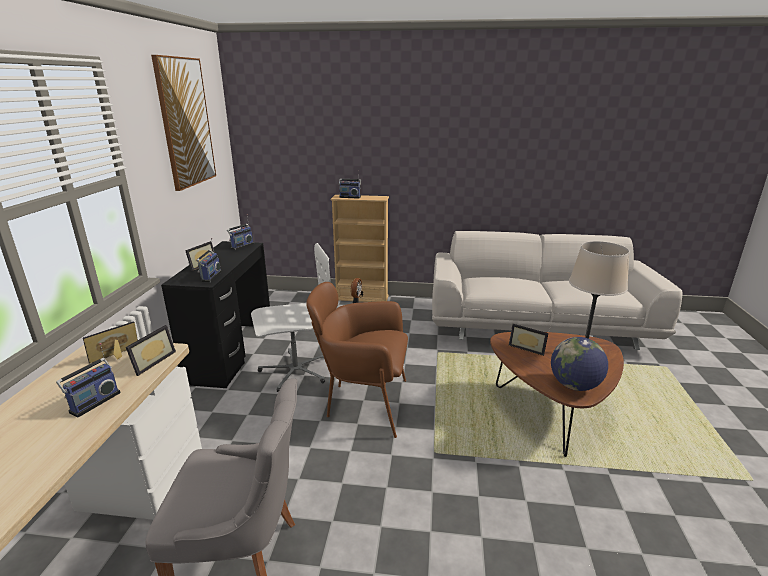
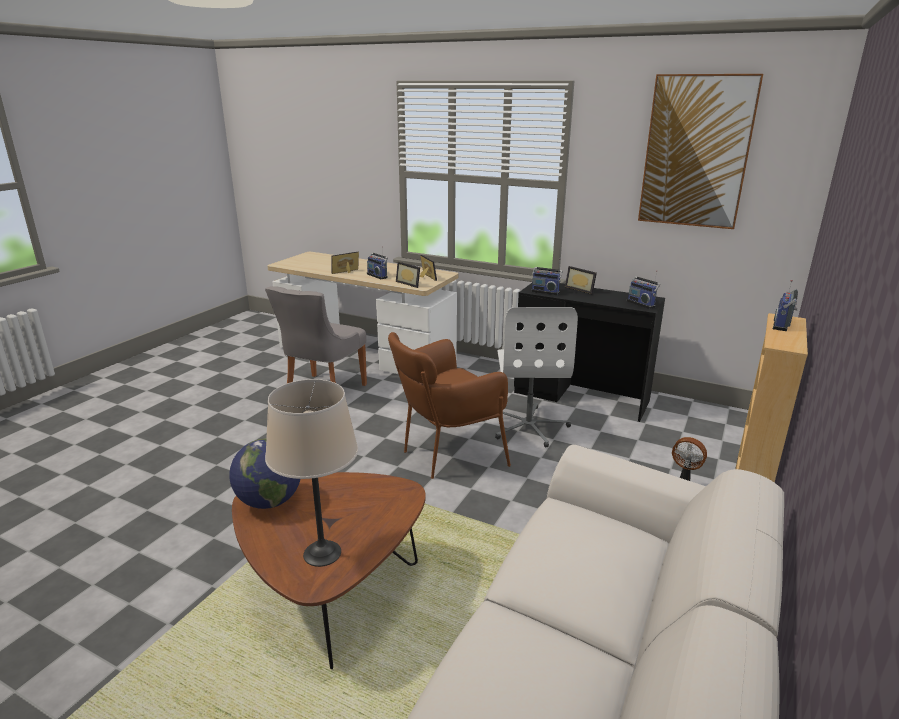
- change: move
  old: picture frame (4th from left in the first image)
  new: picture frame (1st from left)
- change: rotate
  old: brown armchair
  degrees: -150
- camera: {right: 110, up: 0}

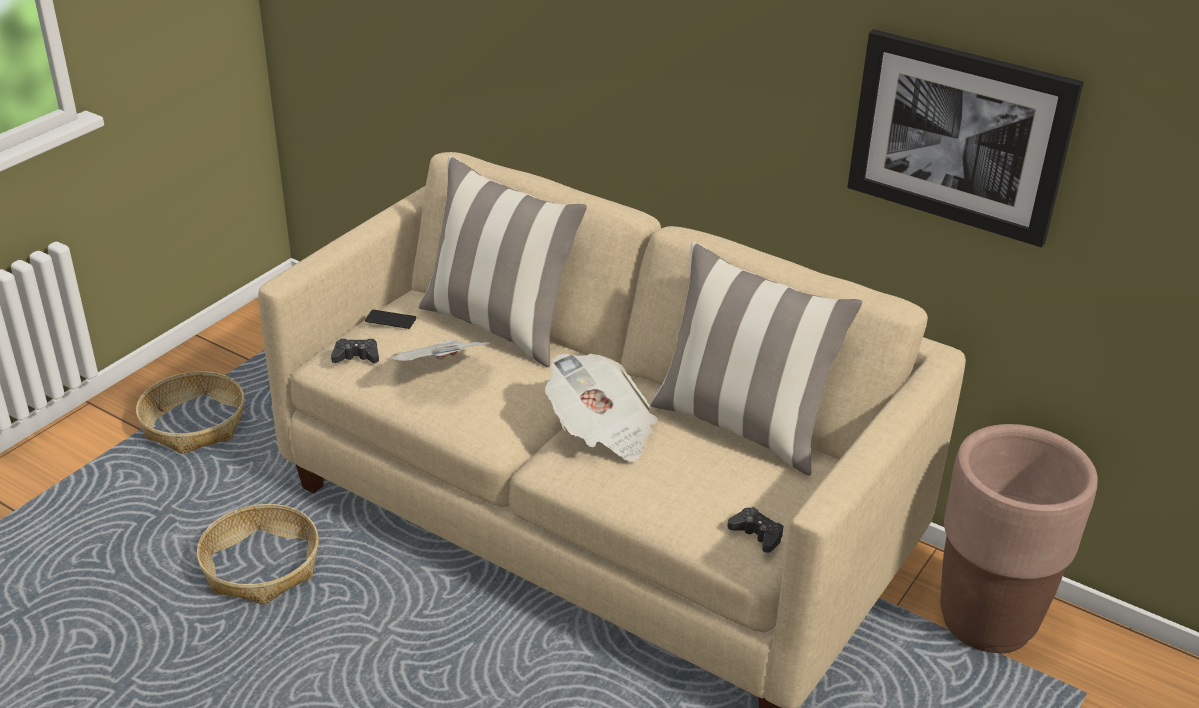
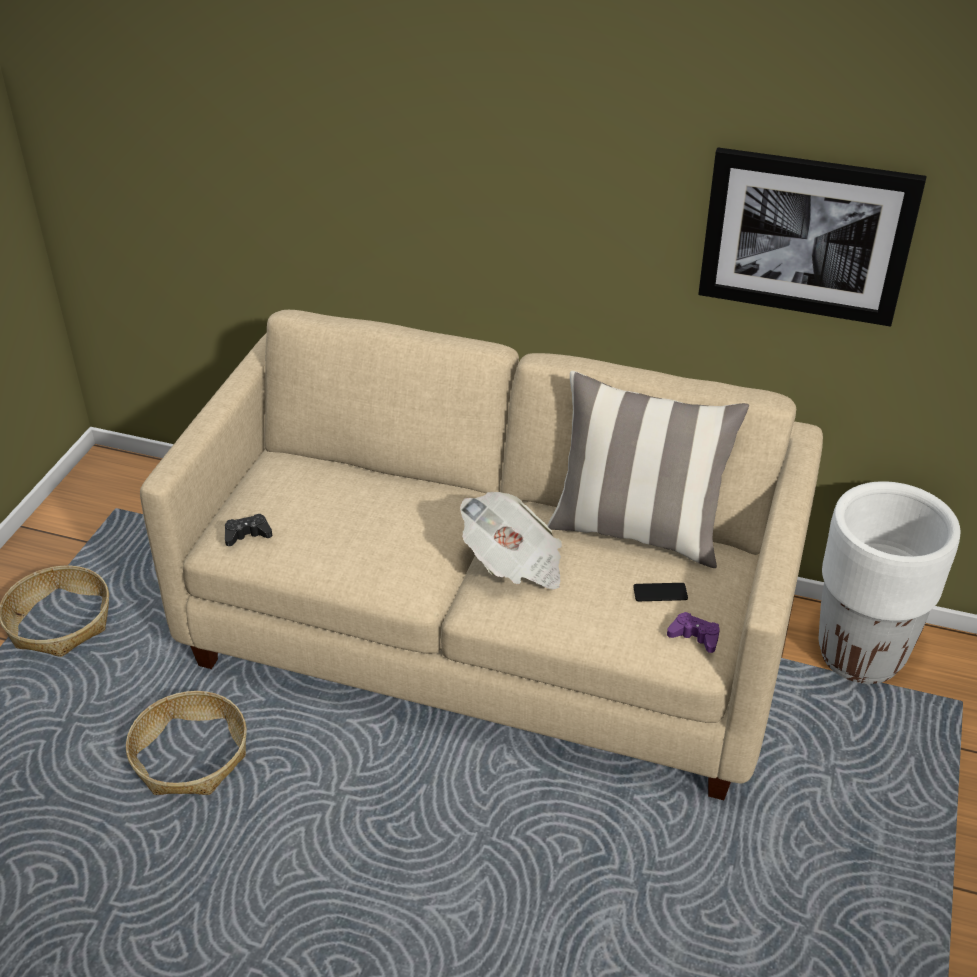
- change: move
  old: phone
- change: recolor
  old: black game controller (2nd from left)
  new: purple game controller
- change: recolor
  old: brown planter
  new: white planter
- change: delete
  old: newspaper (1st from left)
- change: delete
  old: pillow (1st from left)
- camera: {right: -15, up: 5}

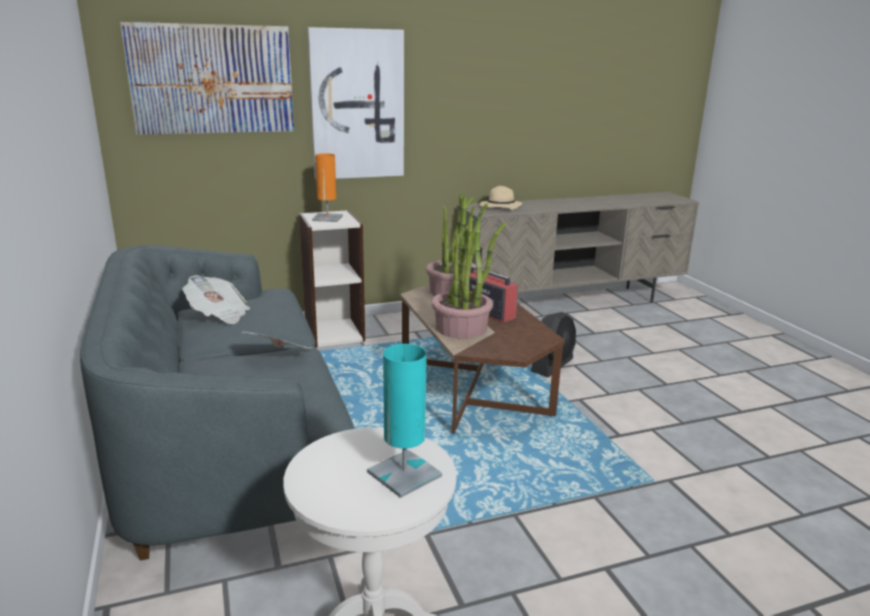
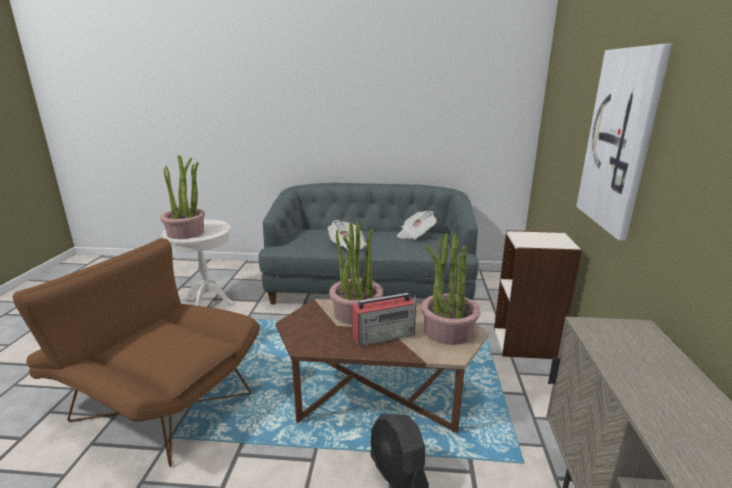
- change: insert
  new: brown armchair
- change: replace
  old: turquoise table lamp
  new: potted plant (1st from left)
- change: delete
  old: picture (1st from left)
- change: delete
  old: orange table lamp
- change: delete
  old: beige hat
- camera: {right: 115, up: 0}

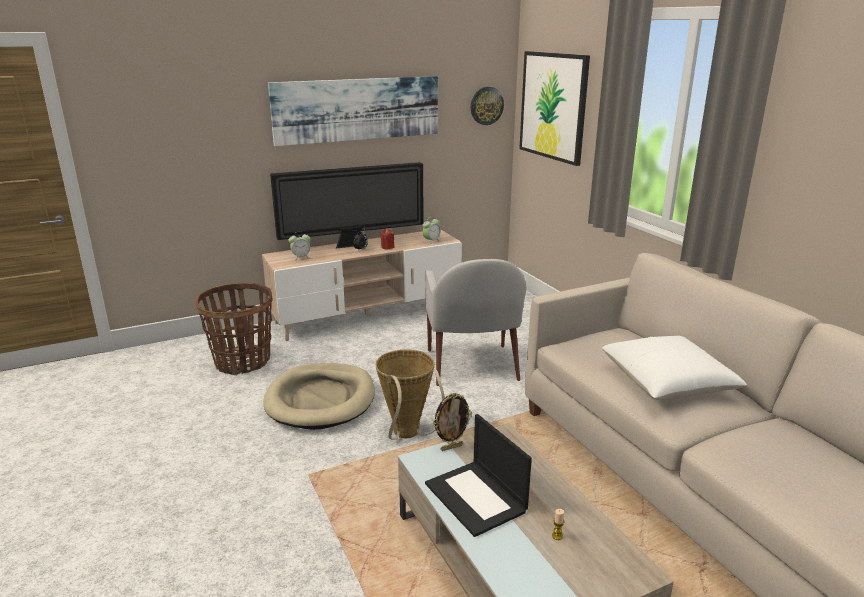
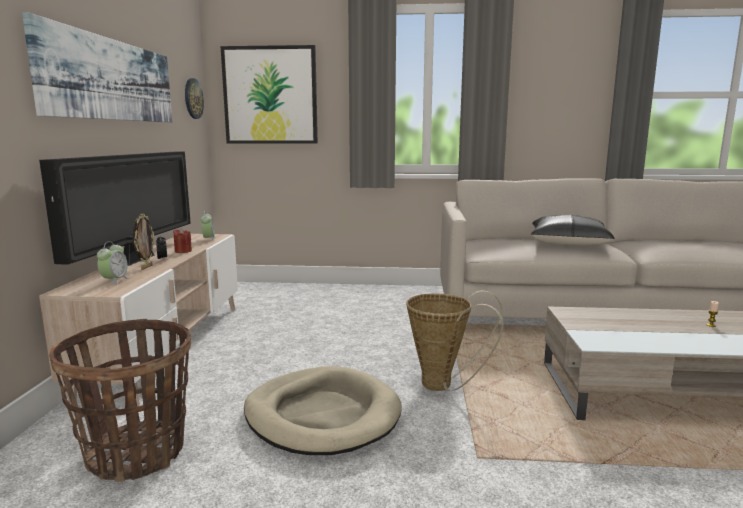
- change: move
  old: picture frame
- change: recolor
  old: white pillow
  new: black pillow
- change: delete
  old: white armchair
- change: delete
  old: laptop
- camera: {right: -60, up: -10}

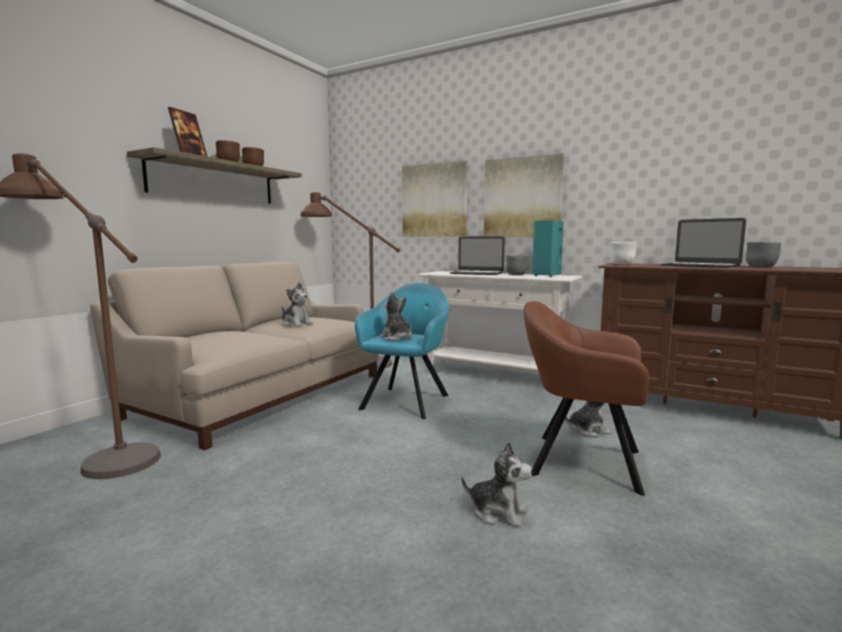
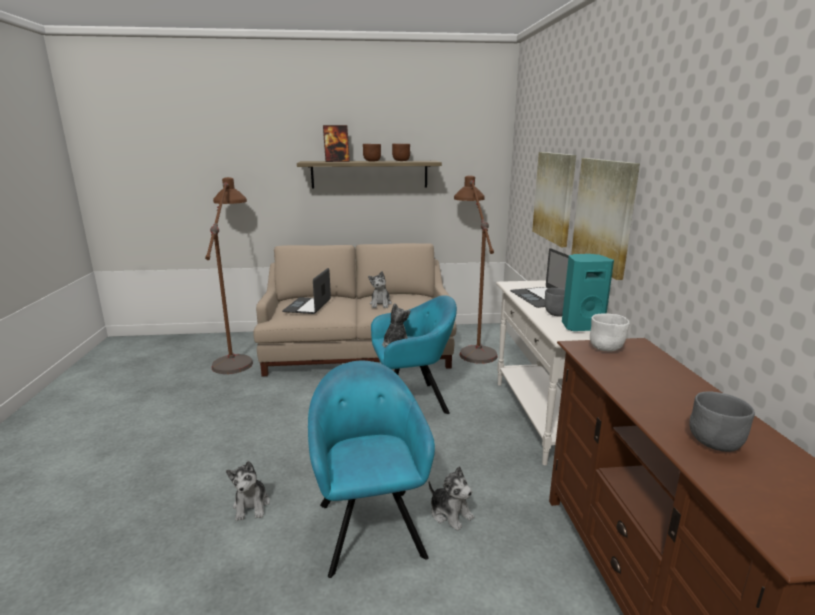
- change: move
  old: laptop (2nd from left in the first image)
  new: laptop (1st from left)
- change: recolor
  old: brown armchair
  new: turquoise armchair (1st from left)
- camera: {right: 55, up: 10}

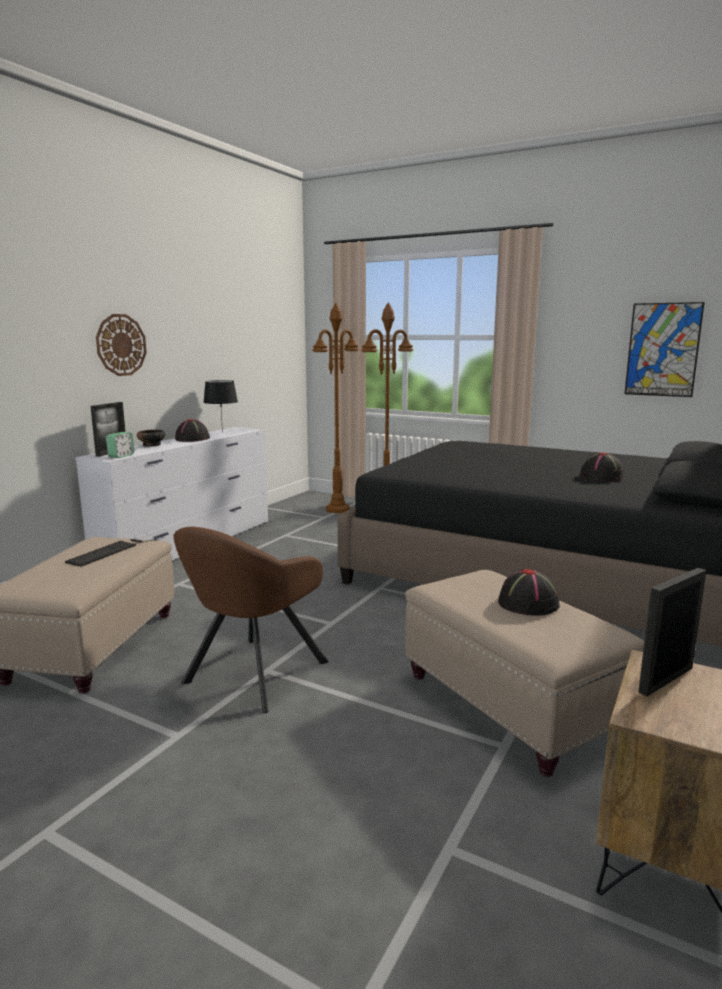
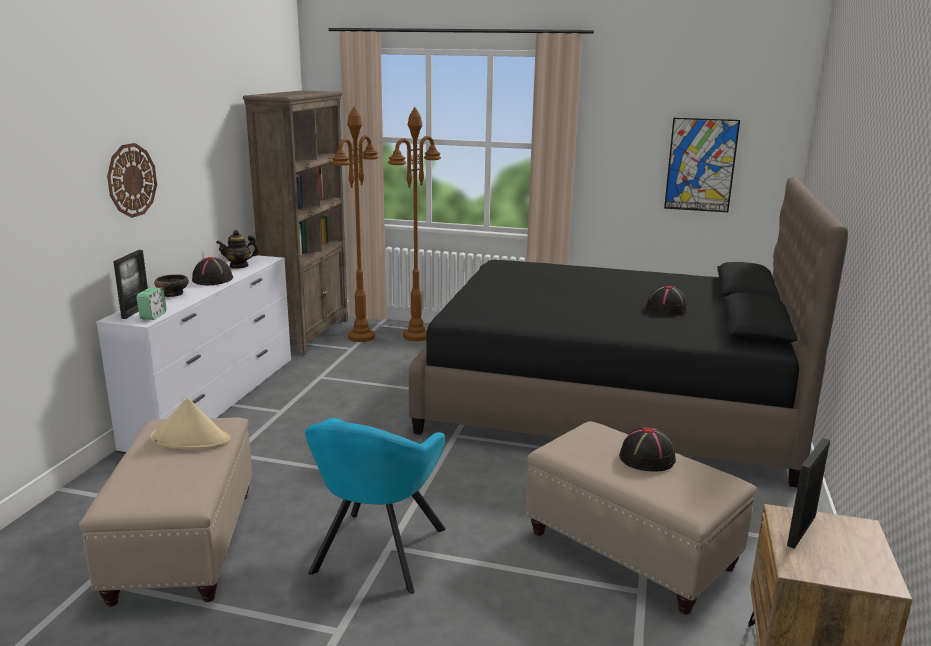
- change: replace
  old: keyboard
  new: beige hat
- change: replace
  old: black table lamp
  new: teapot
- change: insert
  new: brown bookcase
- change: recolor
  old: brown armchair
  new: turquoise armchair
- camera: {right: -15, up: 5}

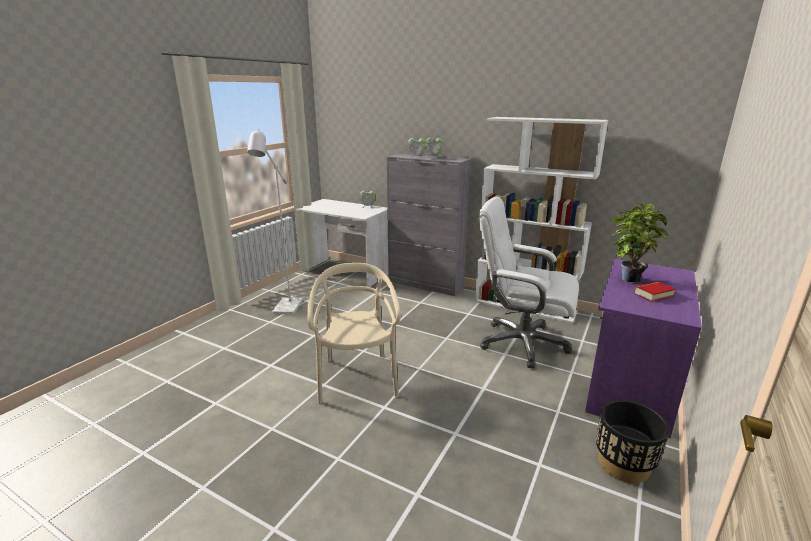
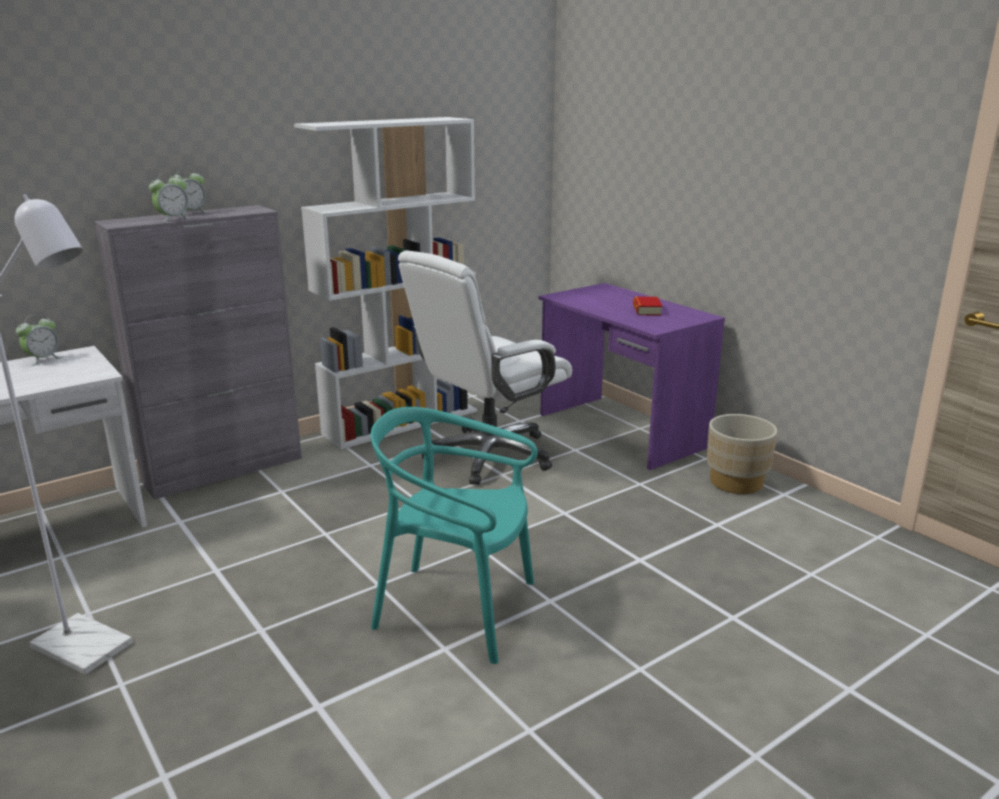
- change: recolor
  old: beige chair
  new: turquoise chair
- change: recolor
  old: black planter
  new: beige planter
- change: delete
  old: potted plant
- camera: {right: -65, up: 0}

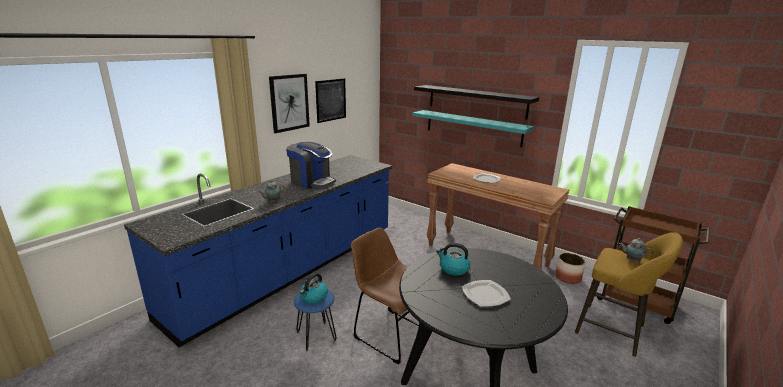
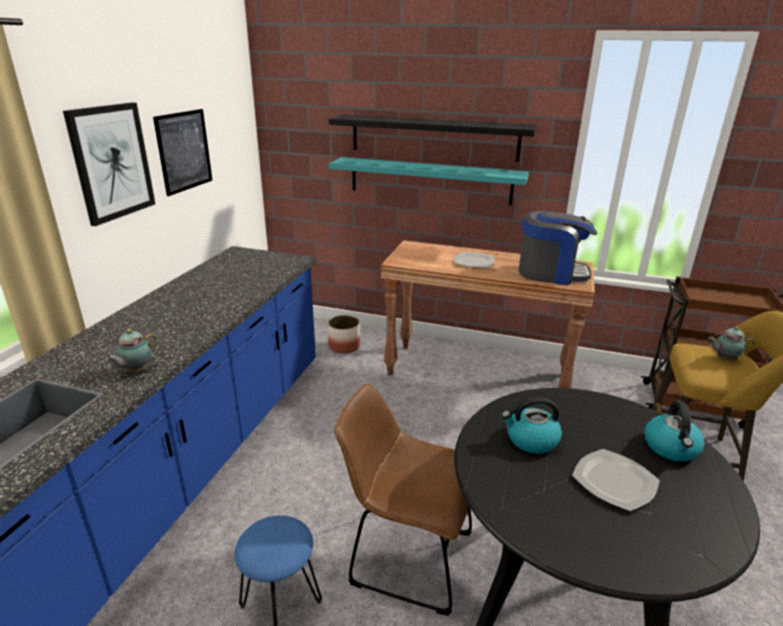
- change: move
  old: planter
- change: move
  old: coffee machine
- change: move
  old: kettle (1st from left in the first image)
  new: kettle (2nd from left)
- camera: {right: -20, up: 5}

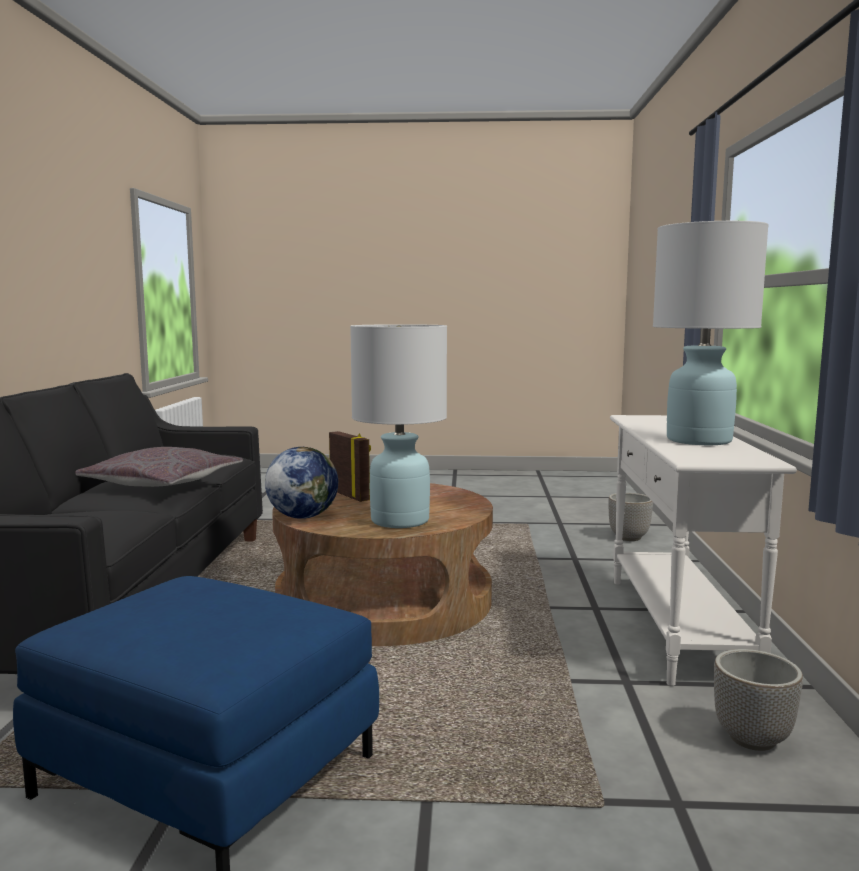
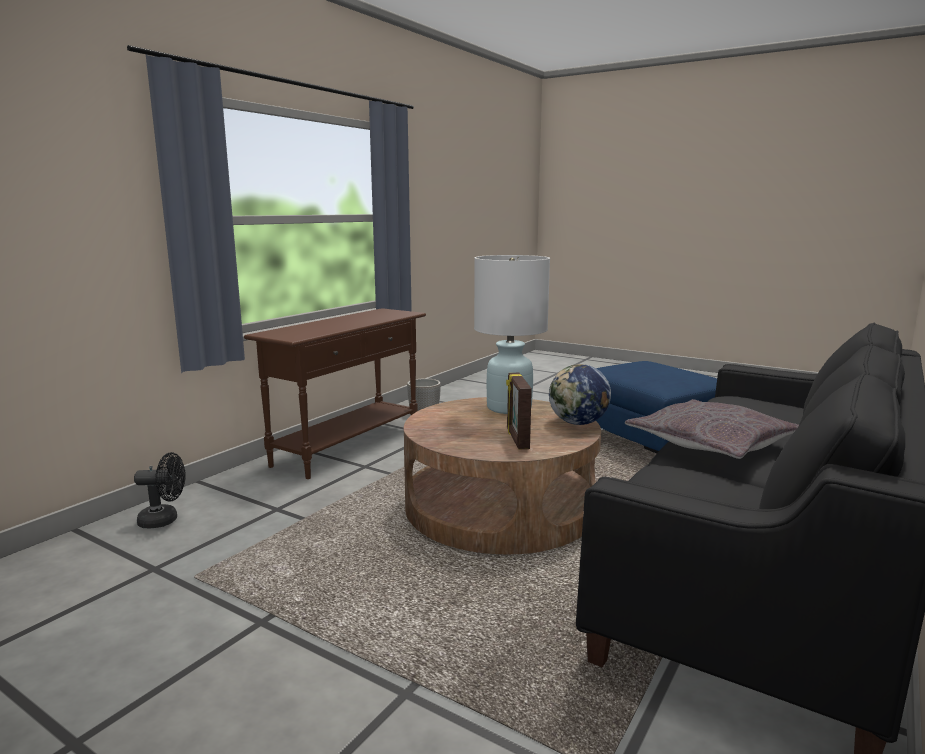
- change: replace
  old: planter (1st from left)
  new: black fan
- change: recolor
  old: white console table
  new: brown console table
- change: delete
  old: white table lamp (2nd from left)
- camera: {right: -150, up: 5}

